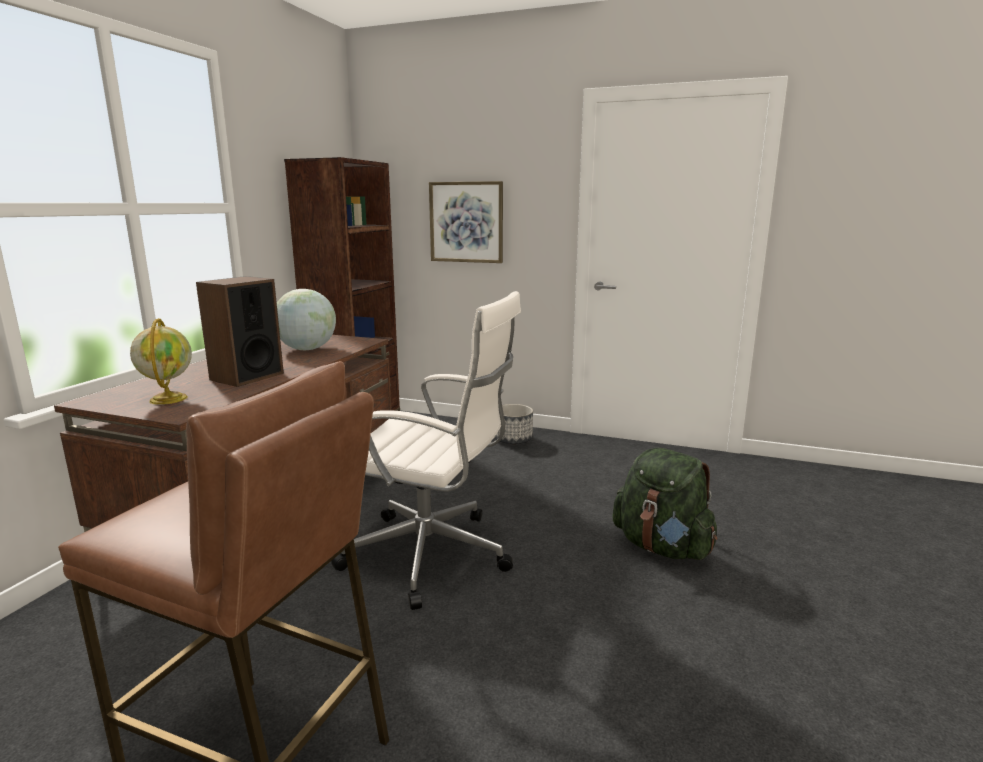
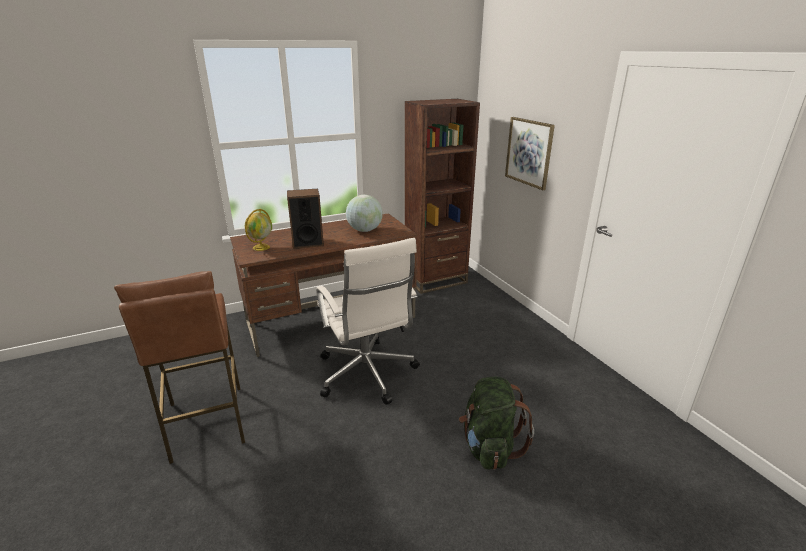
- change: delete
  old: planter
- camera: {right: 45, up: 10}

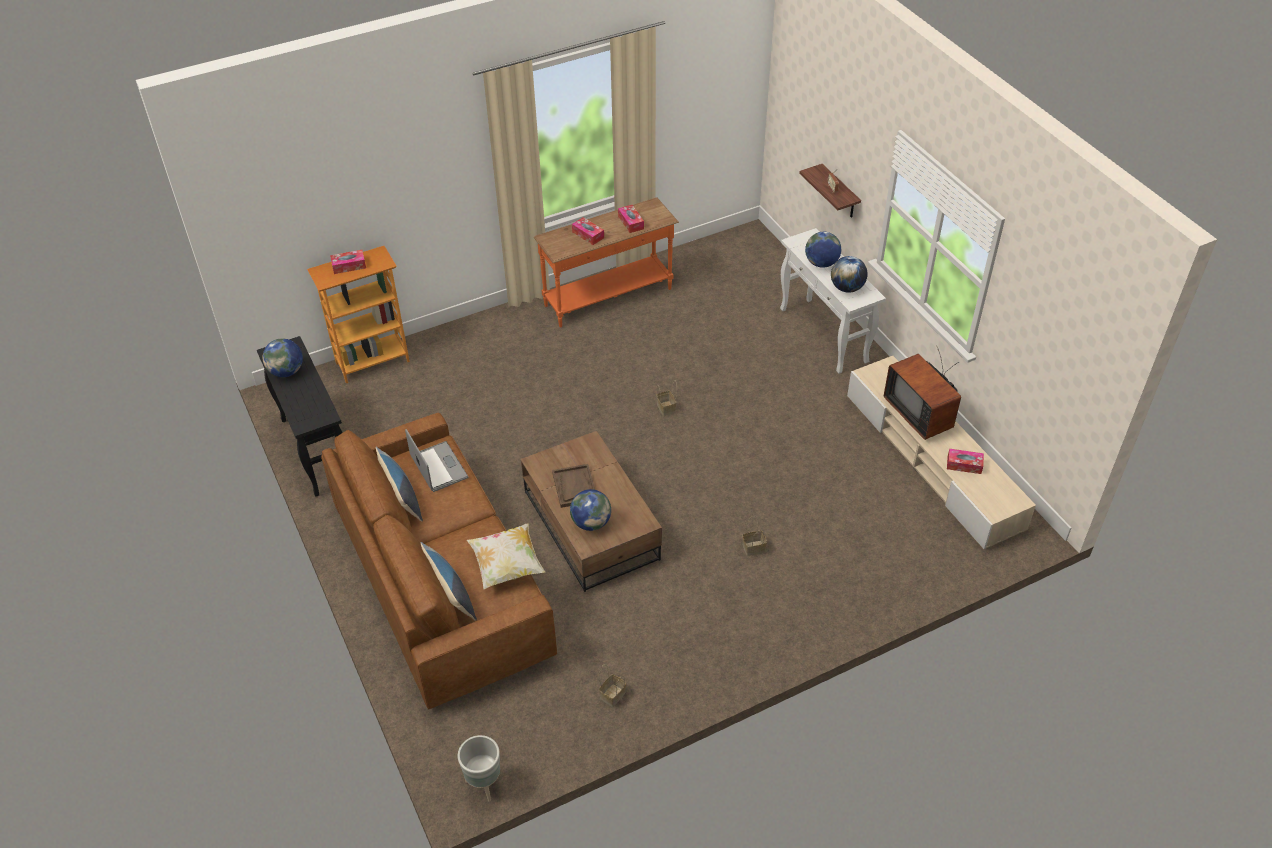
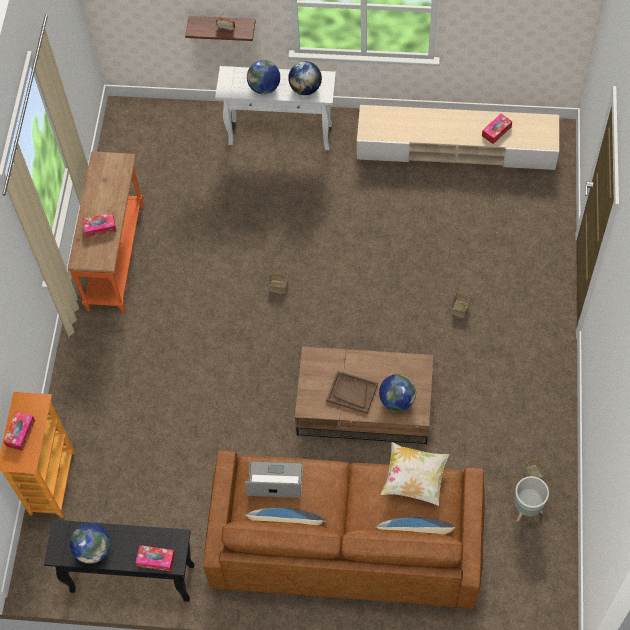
- change: move
  old: tissue box (3rd from left)
- change: move
  old: grey planter
- change: delete
  old: television
- camera: {right: -55, up: 15}

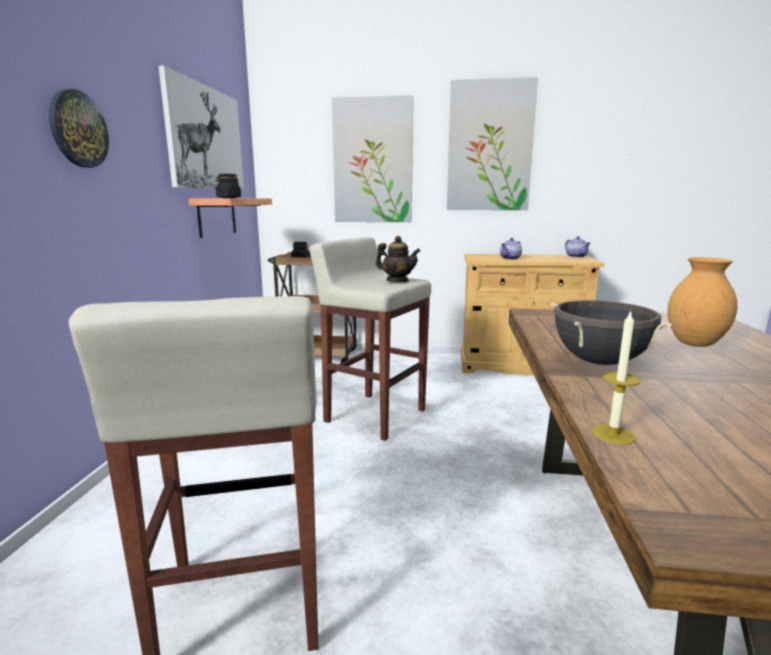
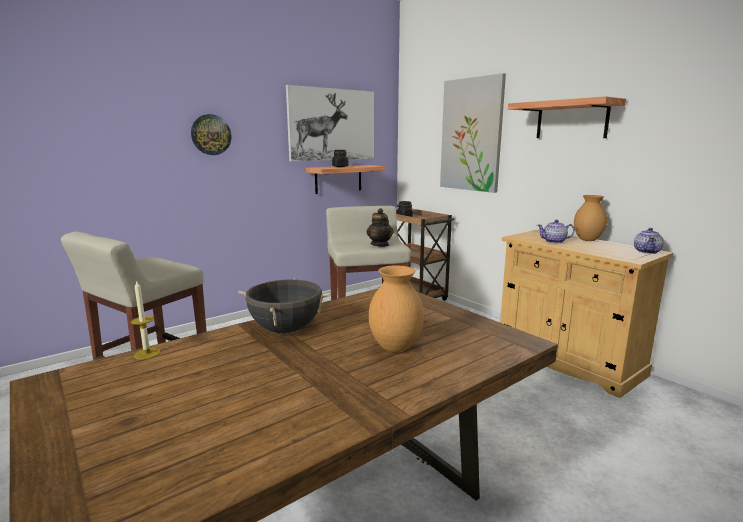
- change: replace
  old: picture (3rd from left)
  new: shelf (2nd from left)
- change: insert
  new: brown vase (2nd from left)
- camera: {right: 45, up: 0}

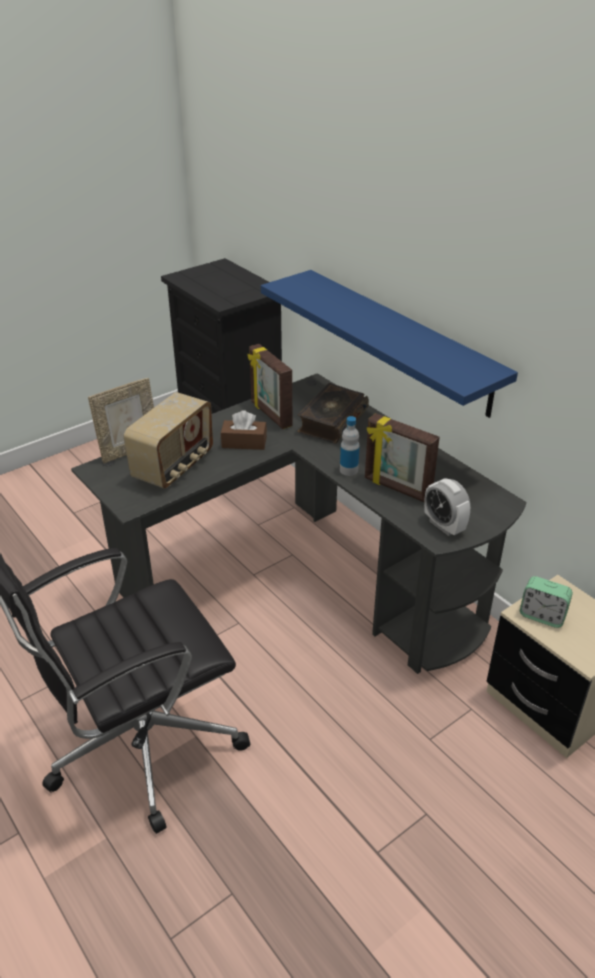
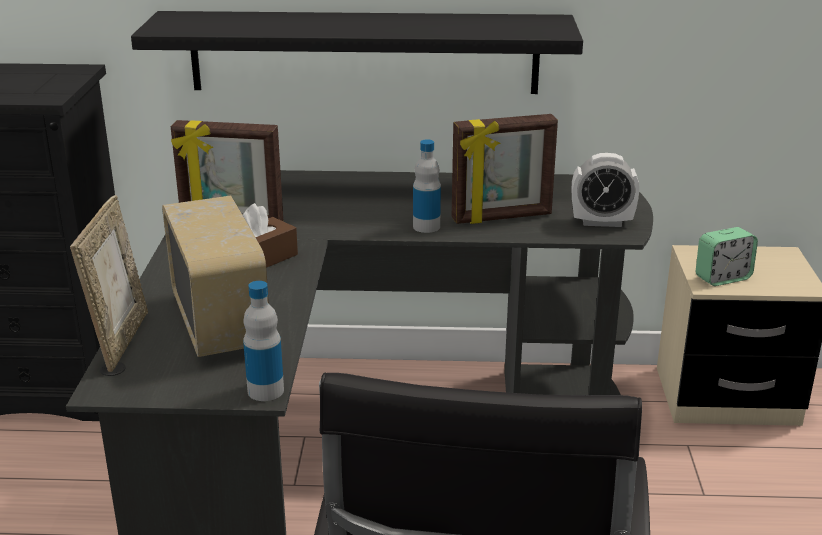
- change: recolor
  old: blue shelf
  new: black shelf
- change: insert
  new: bottle (1st from left)
- change: delete
  old: book
- camera: {right: -50, up: -10}

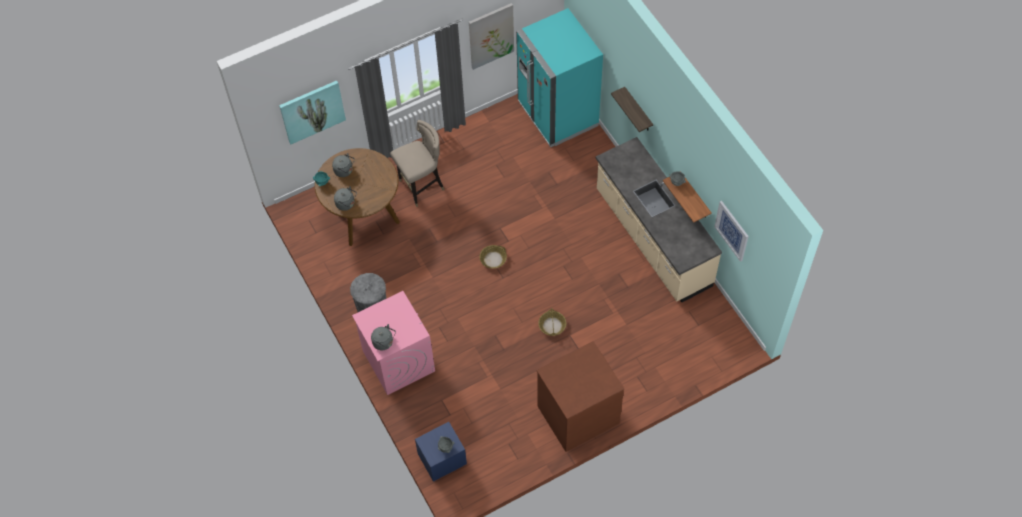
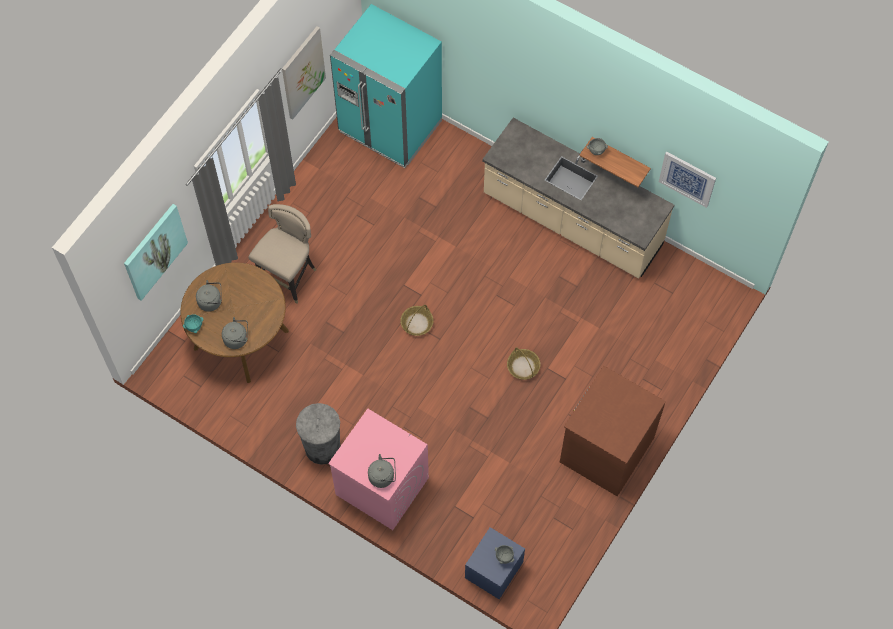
- change: delete
  old: shelf (1st from left)
- camera: {right: -30, up: 5}

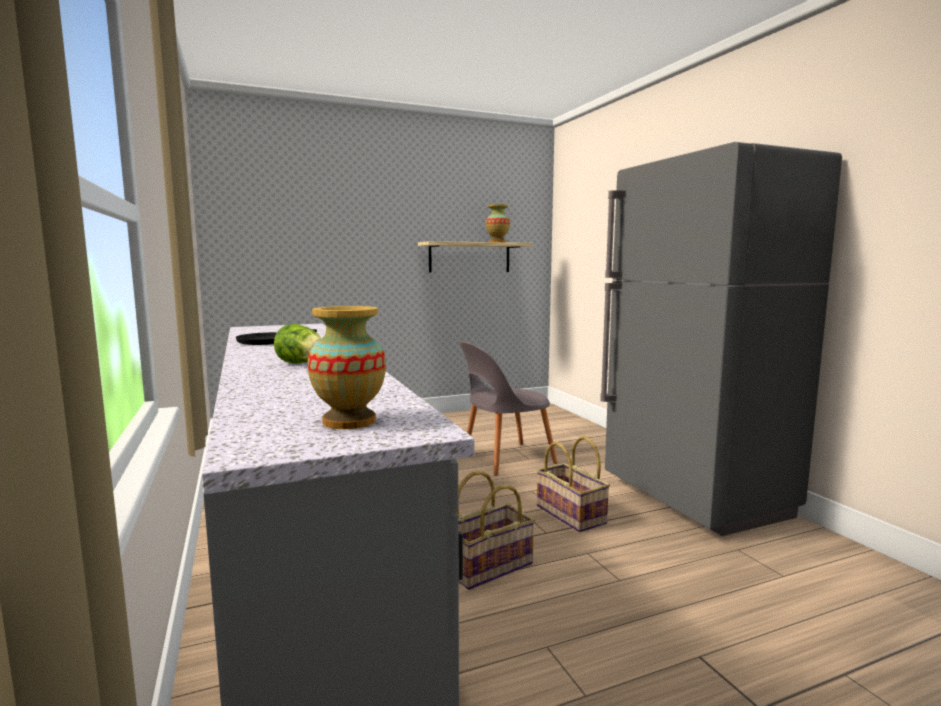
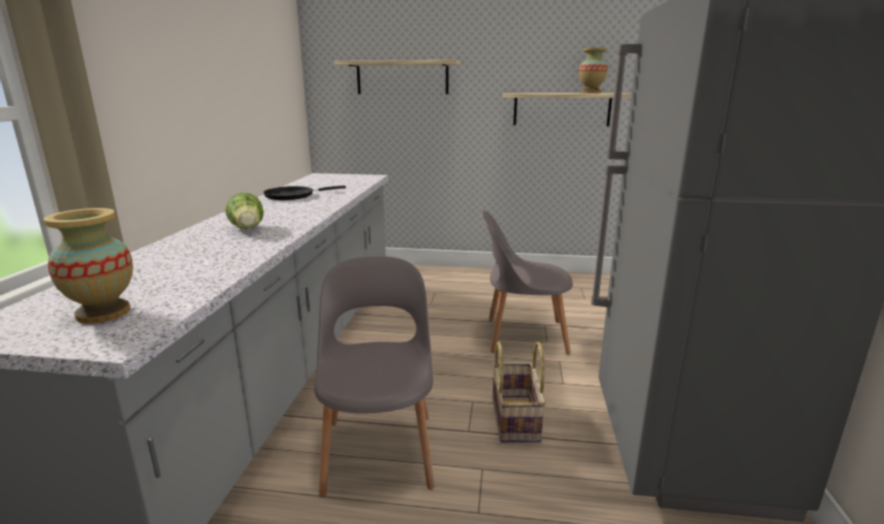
- change: replace
  old: basket (1st from left)
  new: grey chair (1st from left)
- change: insert
  new: shelf (1st from left)
- camera: {right: 30, up: 10}

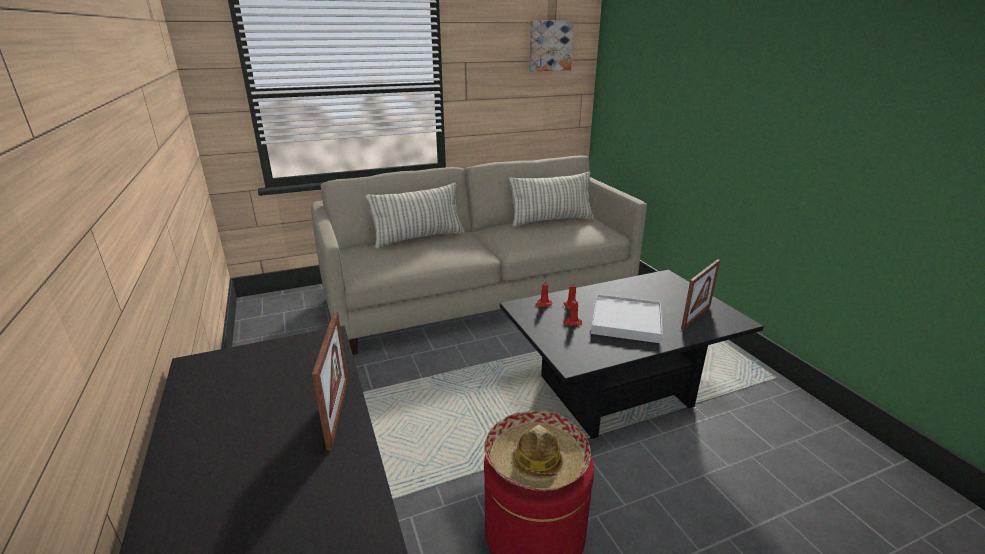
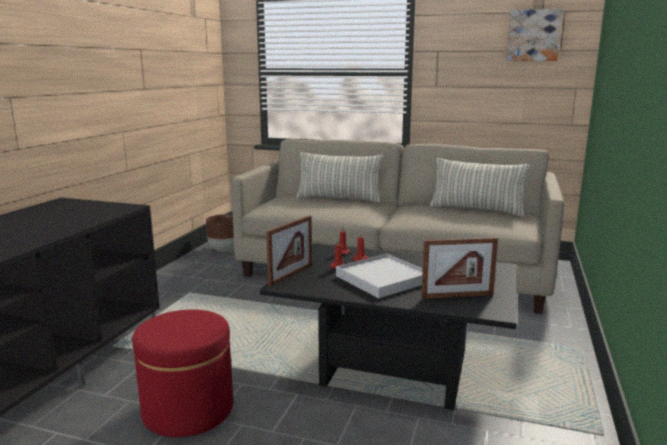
- change: insert
  new: brown planter
- change: move
  old: picture frame (1st from left)
- change: delete
  old: hat
- camera: {right: 40, up: -10}

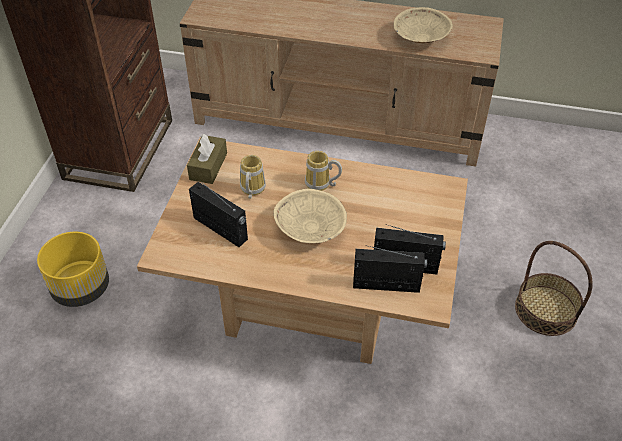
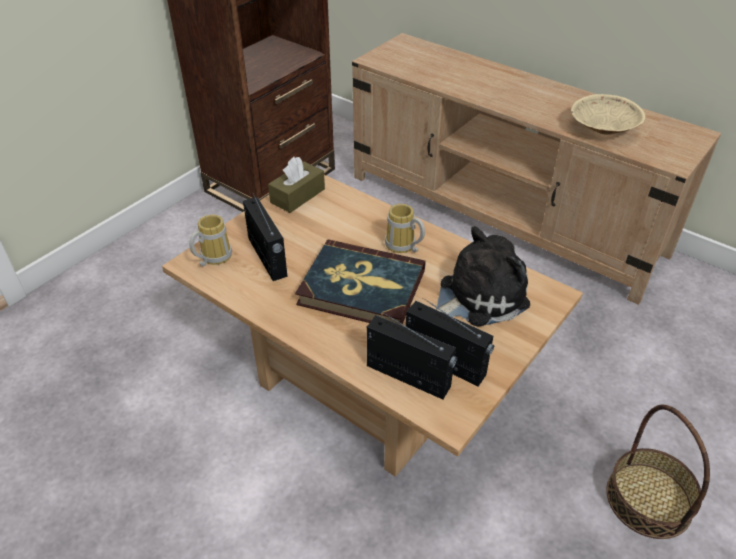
- change: move
  old: mug (1st from left)
- change: replace
  old: beige bowl (1st from left)
  new: book
- change: insert
  new: plush toy
- change: delete
  old: yellow planter
- camera: {right: 25, up: -5}

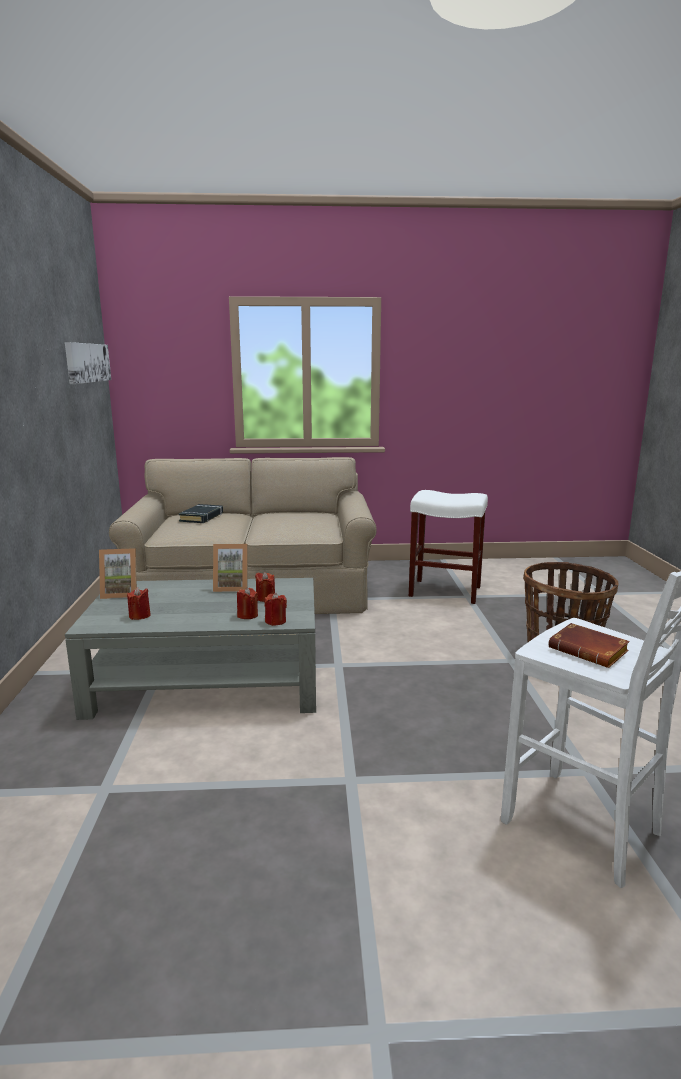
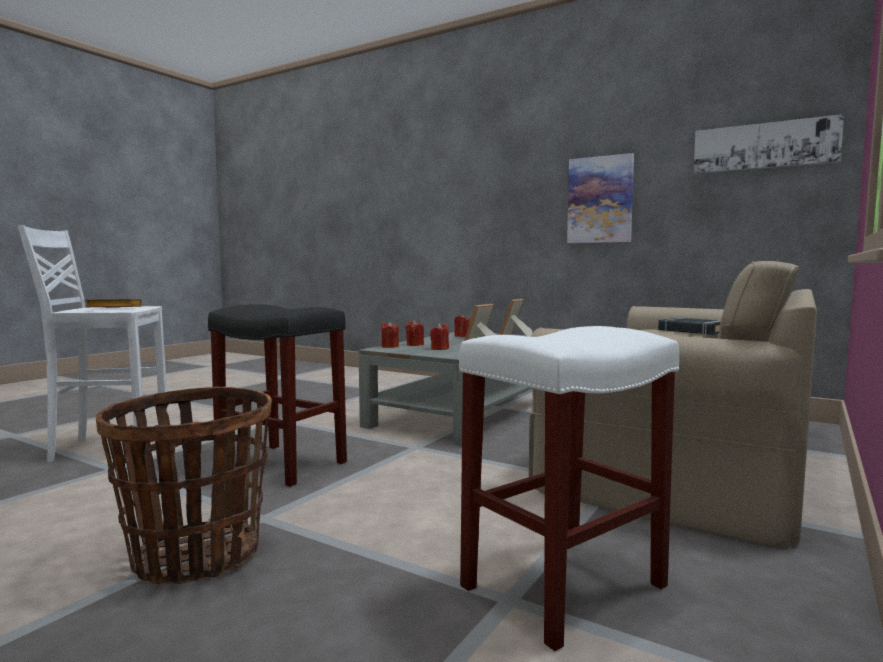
- change: insert
  new: black stool
- change: insert
  new: picture (1st from left)
- camera: {right: 125, up: -10}

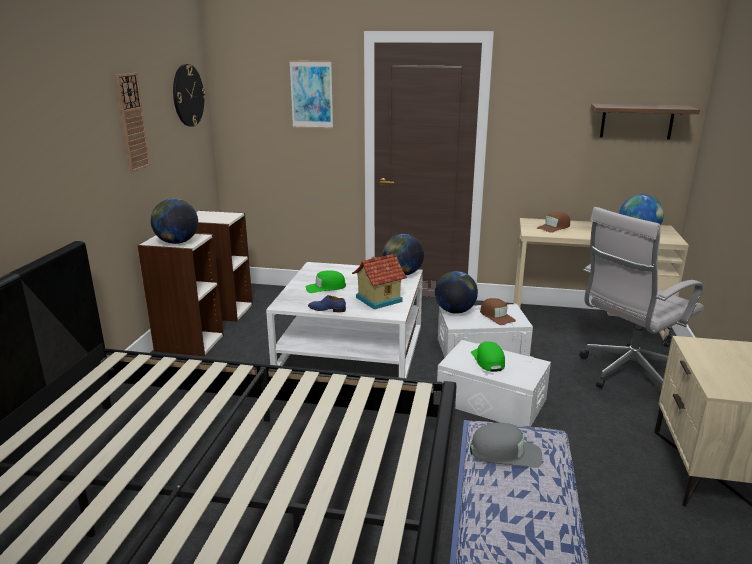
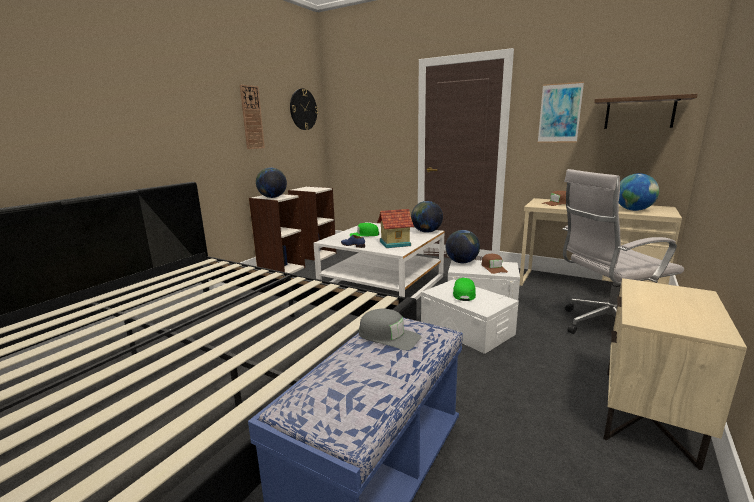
- change: move
  old: picture
- camera: {right: 20, up: -5}

